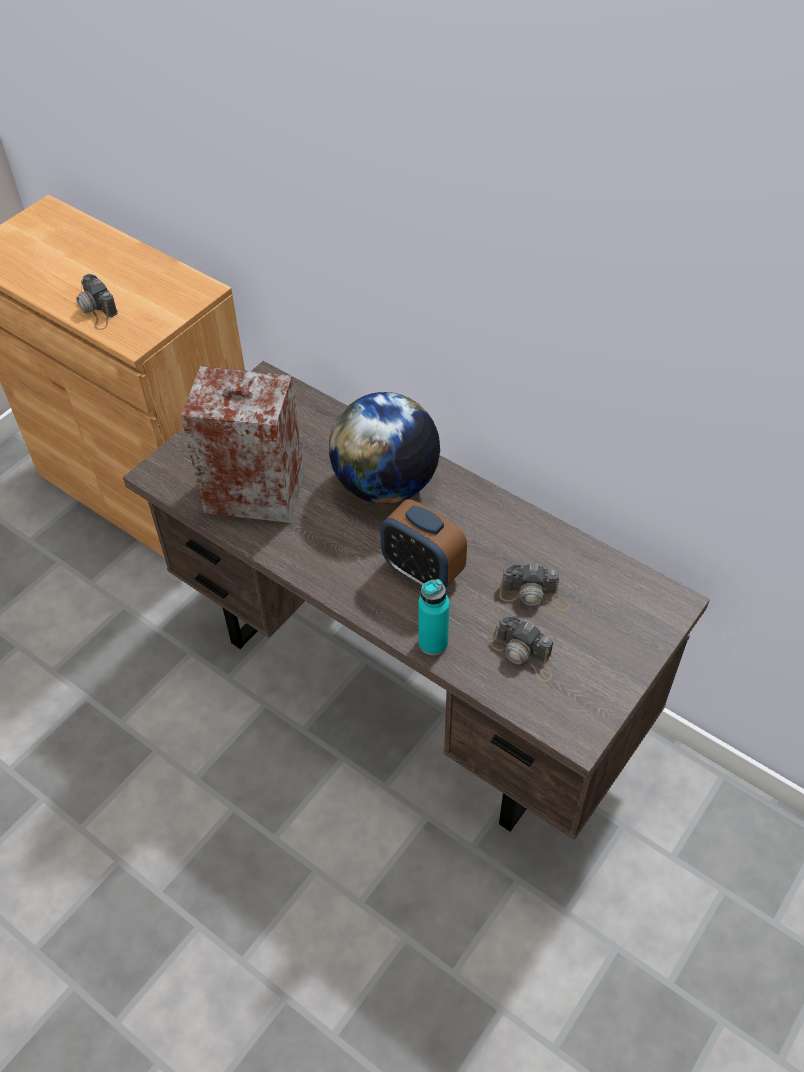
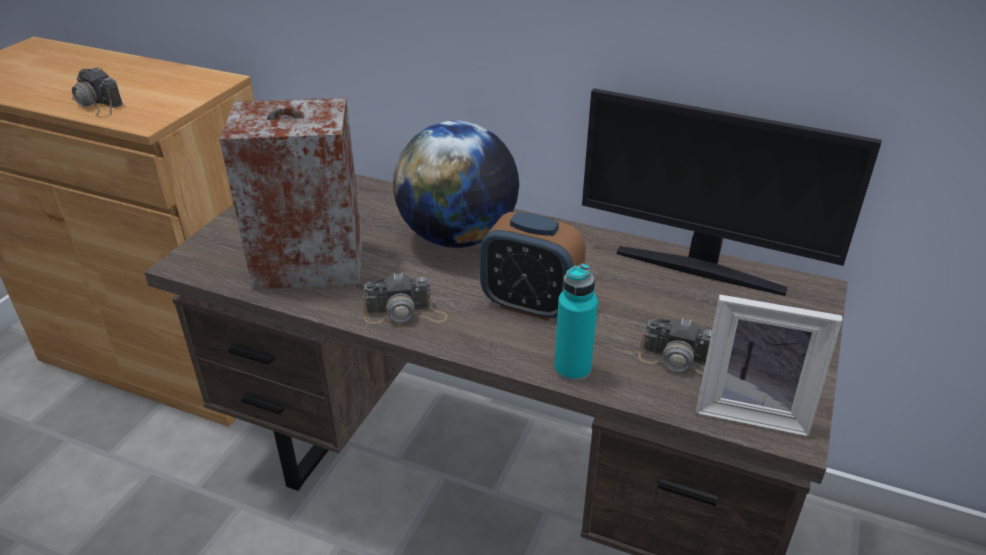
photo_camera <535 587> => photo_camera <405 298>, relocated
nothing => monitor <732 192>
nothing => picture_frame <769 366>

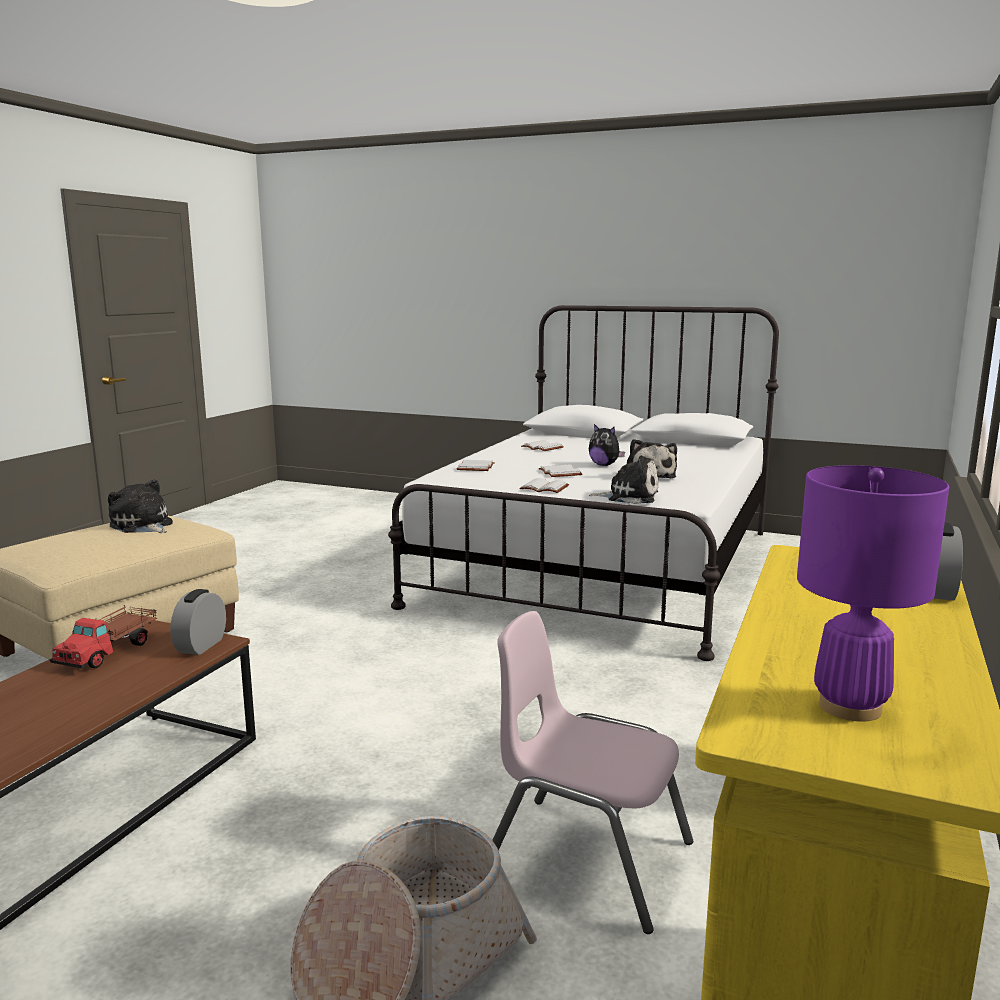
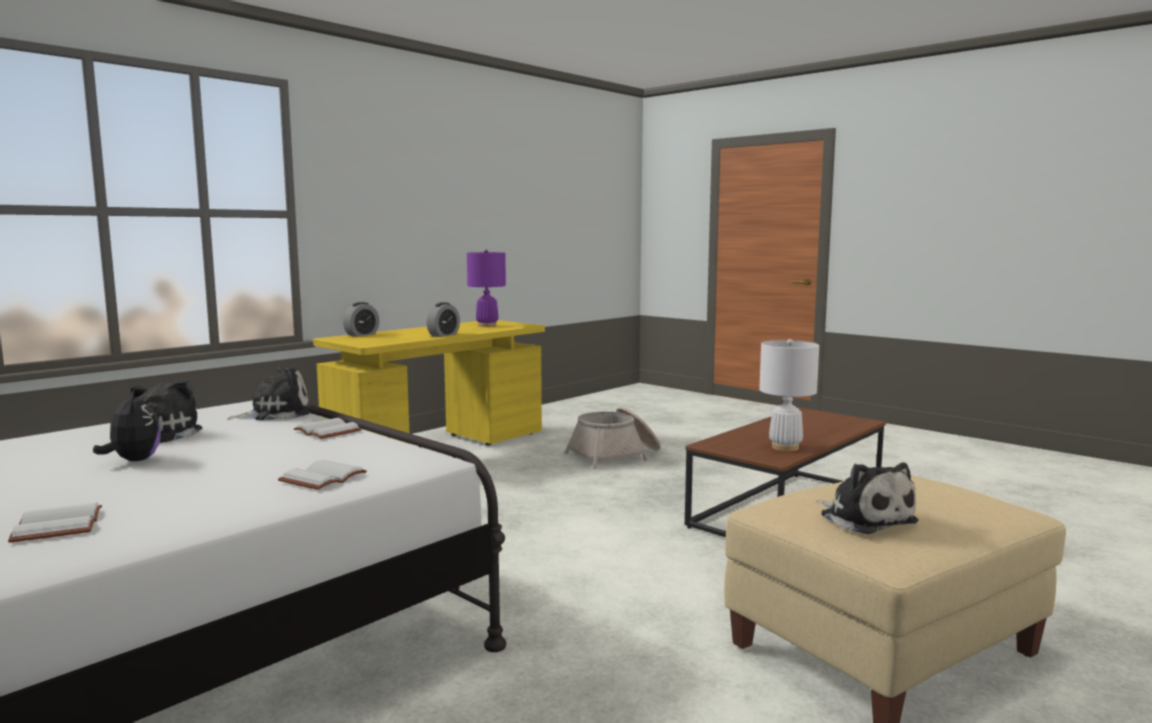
toy_truck <103 636> => white_table_lamp <789 395>
alarm_clock <198 622> => alarm_clock <443 319>, relocated
pink_chair <593 772> => nothing
white_book <560 470> => nothing
plush_toy <624 479> => plush_toy <268 393>, 120 degrees clockwise

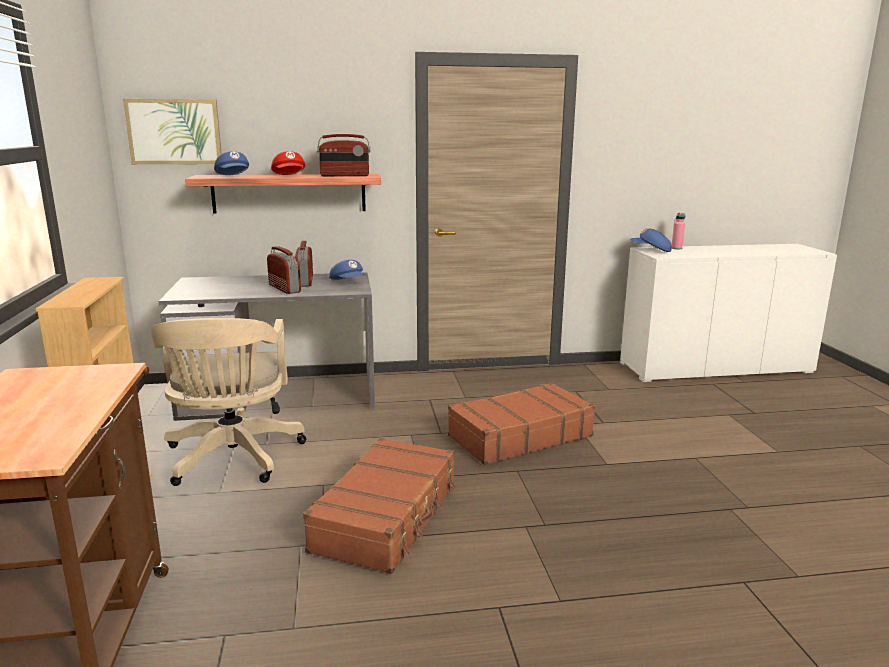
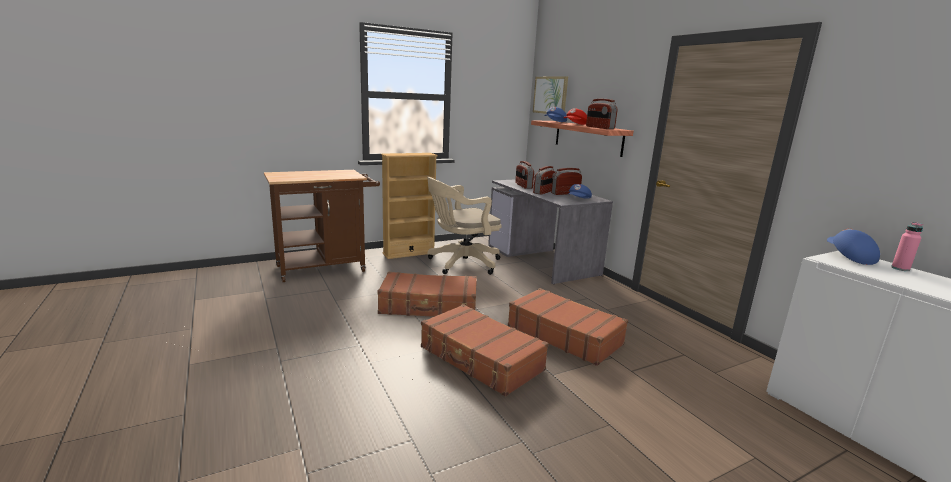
nothing => brown_suitcase <485 350>
nothing => radio <524 175>

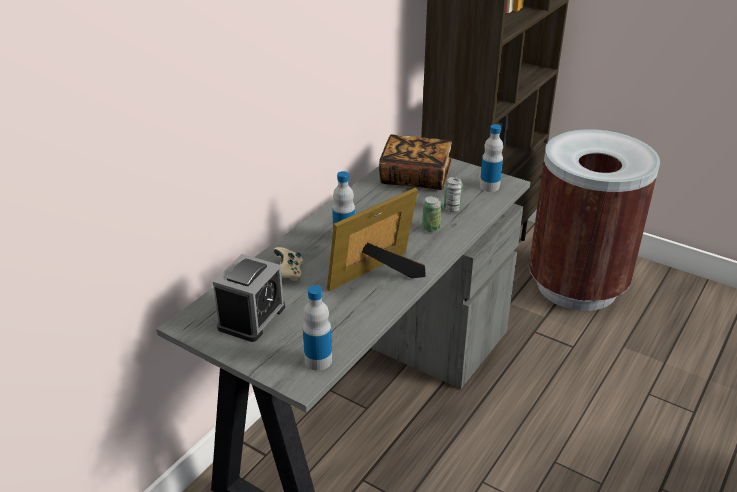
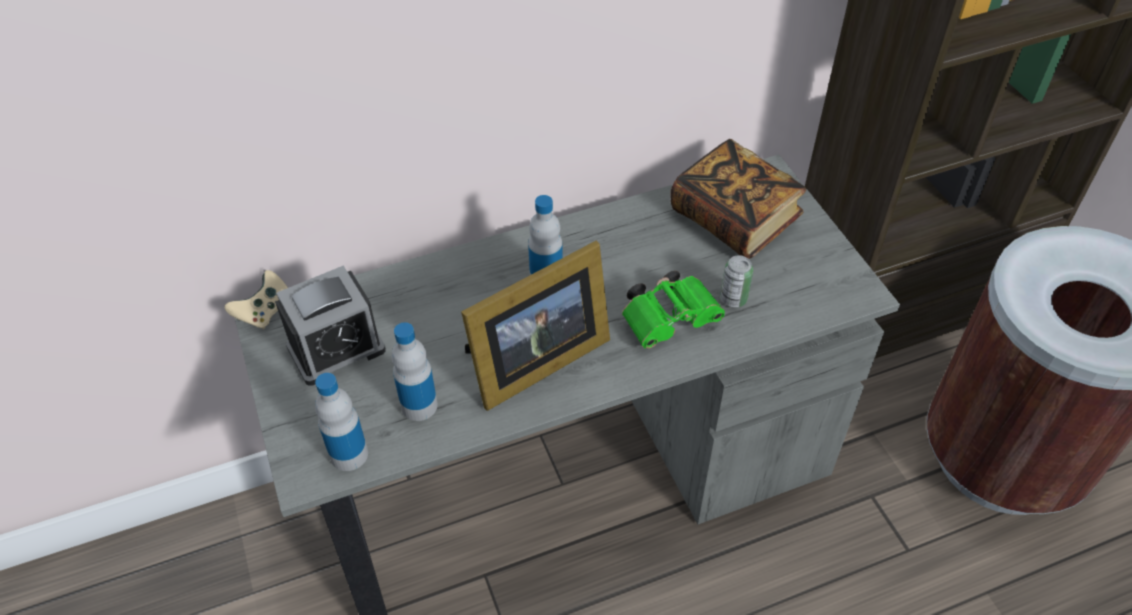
beige_game_controller <288 264> => beige_game_controller <256 299>, relocated
picture_frame <376 239> => picture_frame <535 326>, 150 degrees clockwise
can <432 214> => green_binoculars <673 310>
bottle <491 158> => bottle <415 371>, relocated

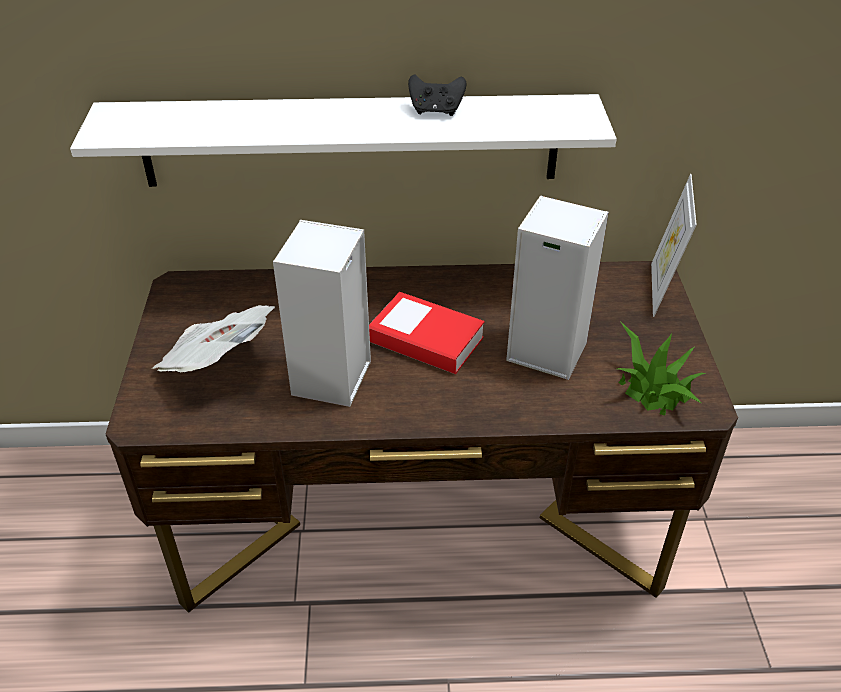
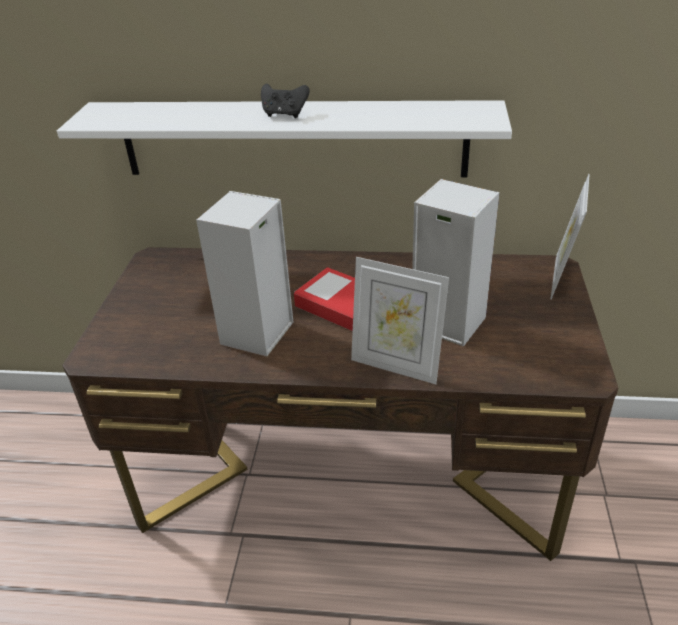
newspaper <213 339> => nothing
black_game_controller <437 95> => black_game_controller <285 100>, relocated
potted_plant <662 368> => nothing
nothing => picture_frame <400 320>

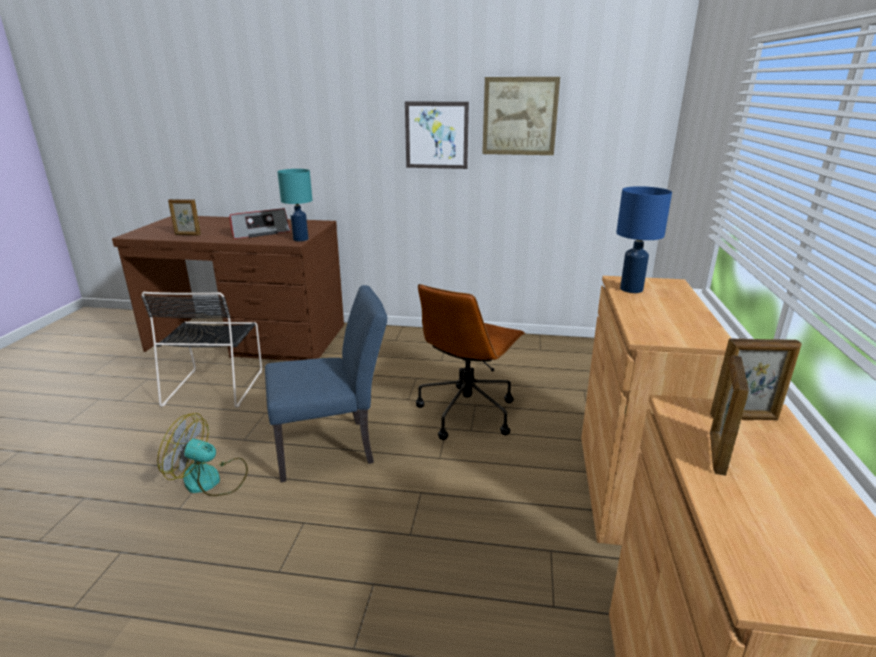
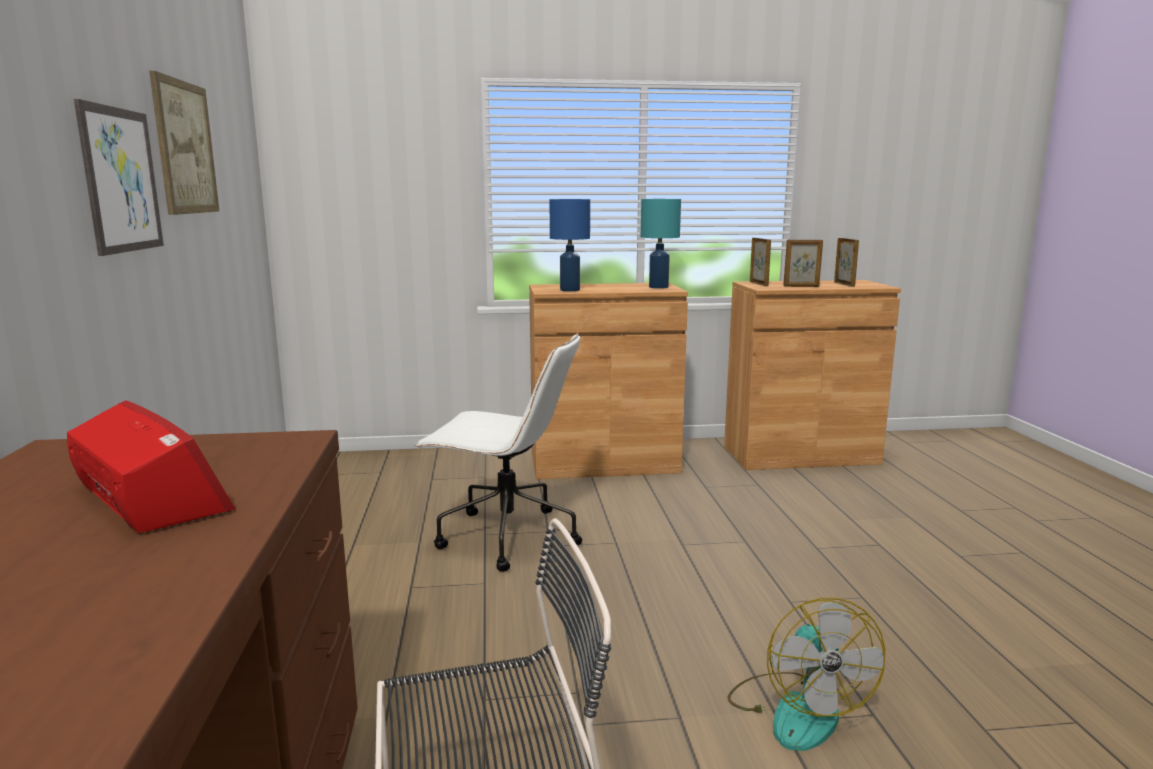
picture_frame <184 217> => picture_frame <846 262>, relocated
blue_chair <326 383> => nothing
turquoise_table_lamp <294 205> => turquoise_table_lamp <661 244>, relocated
brown_office_chair <470 362> => white_office_chair <498 452>

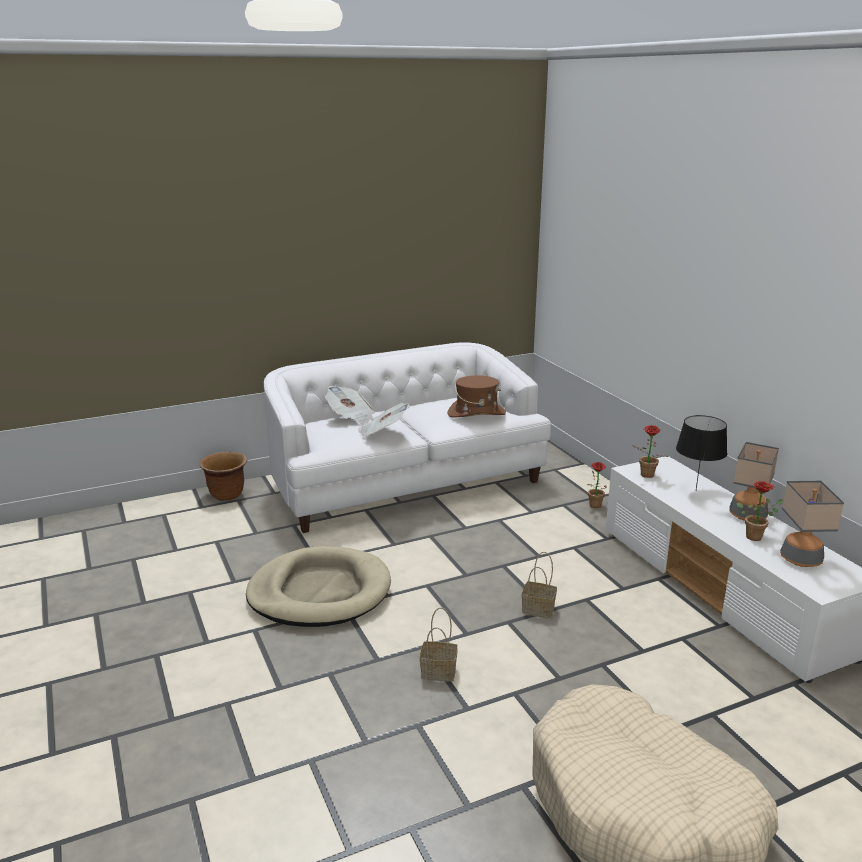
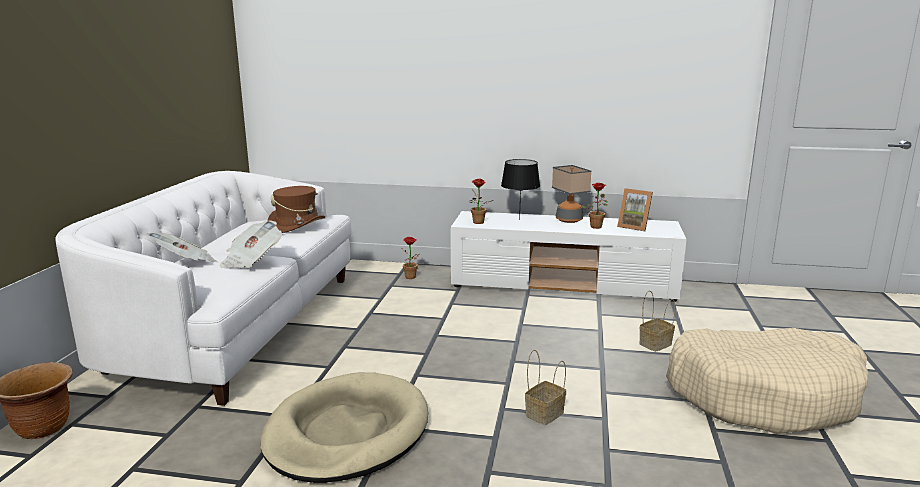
basket <539 585> => basket <657 321>, relocated
table_lamp <812 524> => picture_frame <635 209>

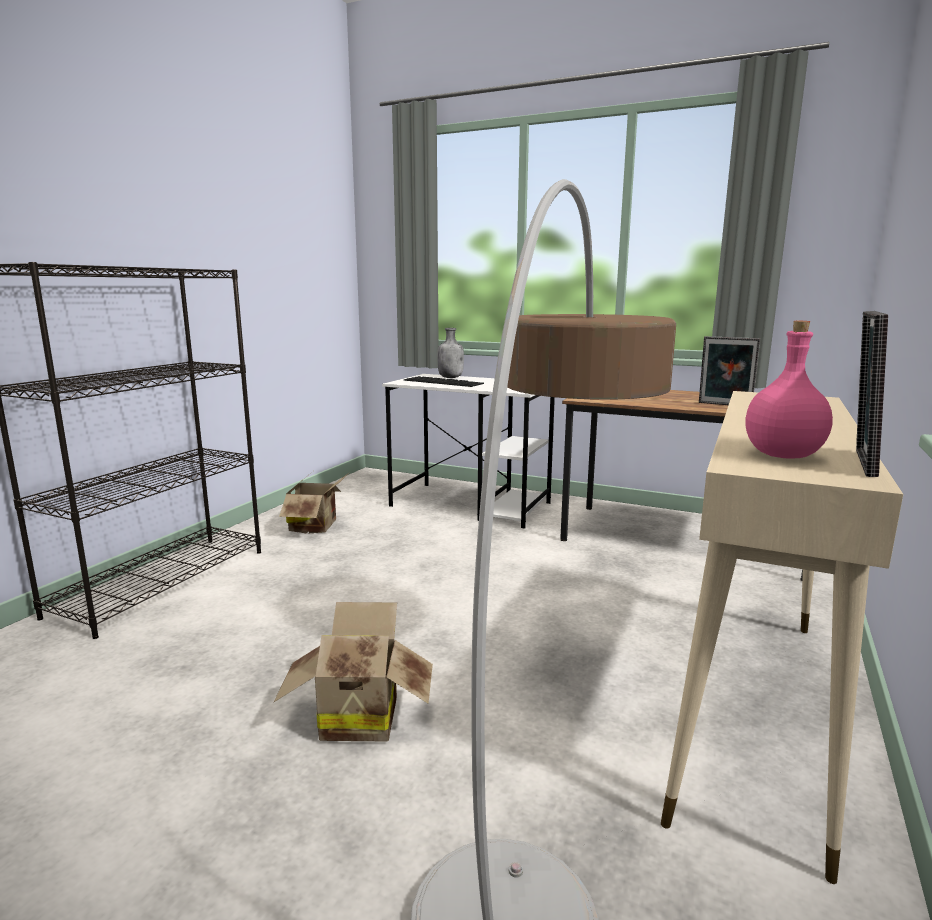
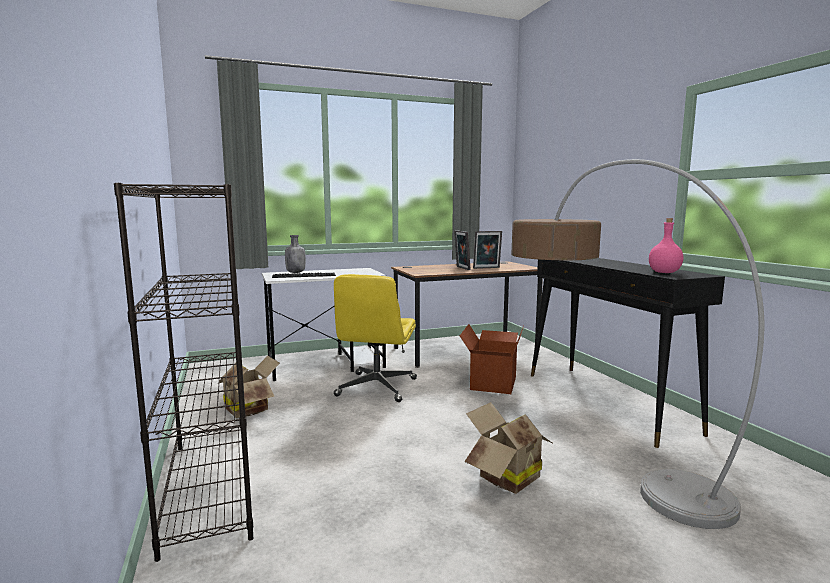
beige_console_table <782 637> => black_console_table <628 353>
picture_frame <872 394> => picture_frame <462 250>, relocated
nothing => yellow_office_chair <375 338>
nothing => cardboard_box <492 359>

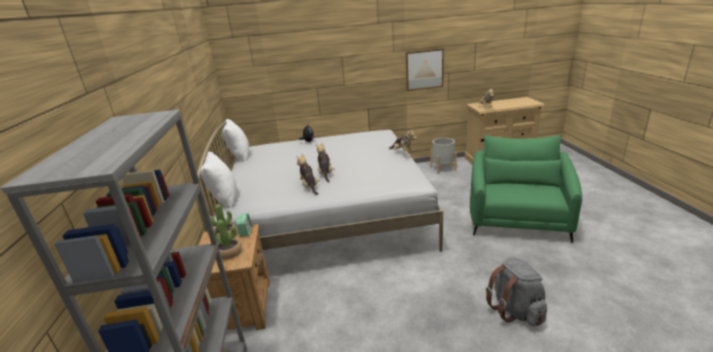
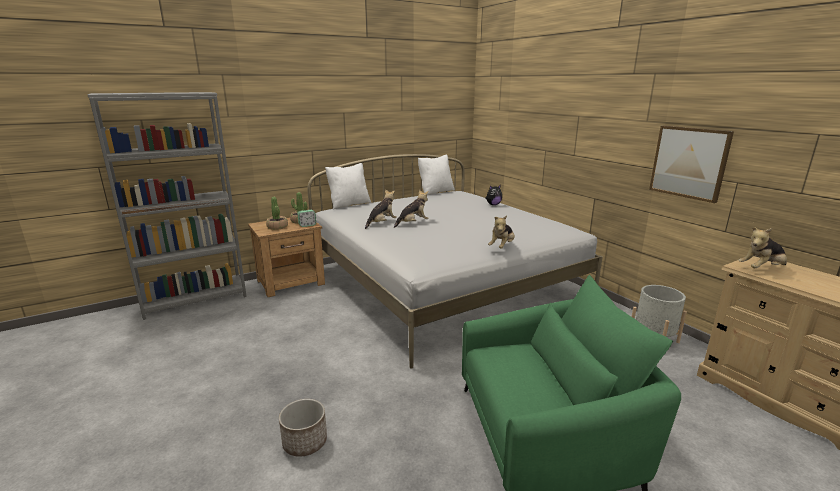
grey_backpack <516 291> => planter <303 428>

